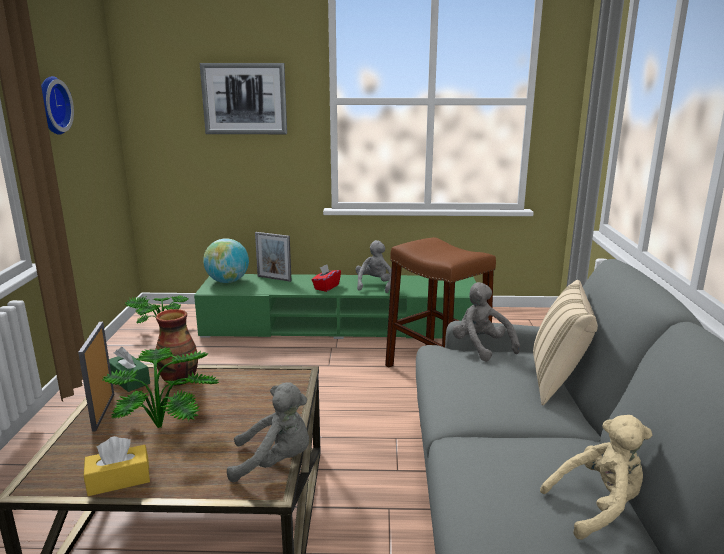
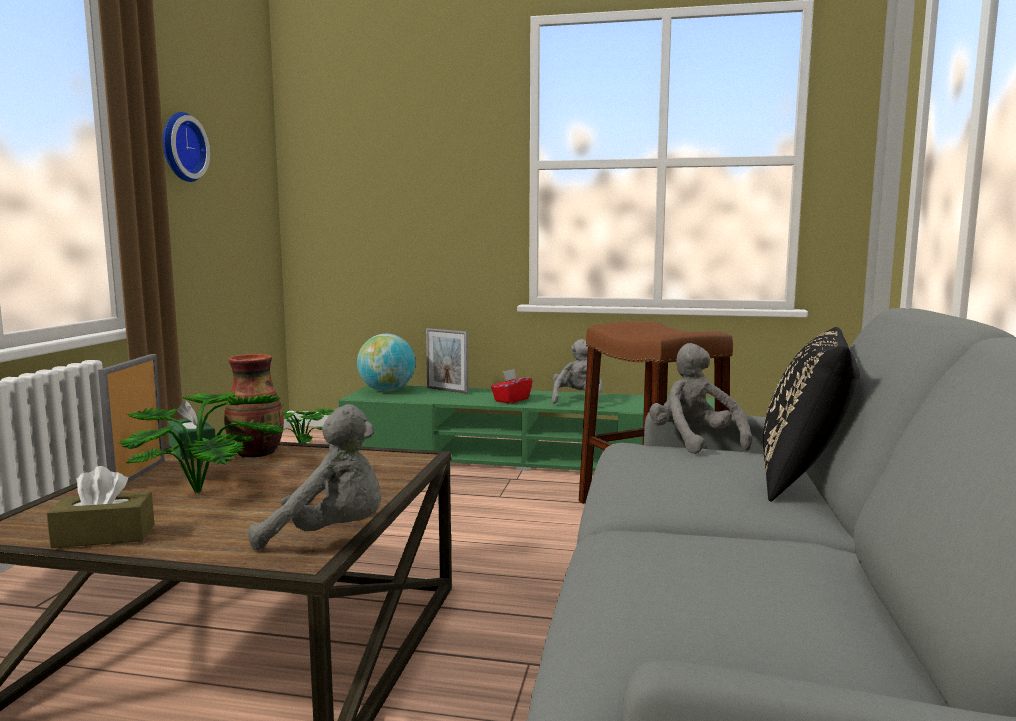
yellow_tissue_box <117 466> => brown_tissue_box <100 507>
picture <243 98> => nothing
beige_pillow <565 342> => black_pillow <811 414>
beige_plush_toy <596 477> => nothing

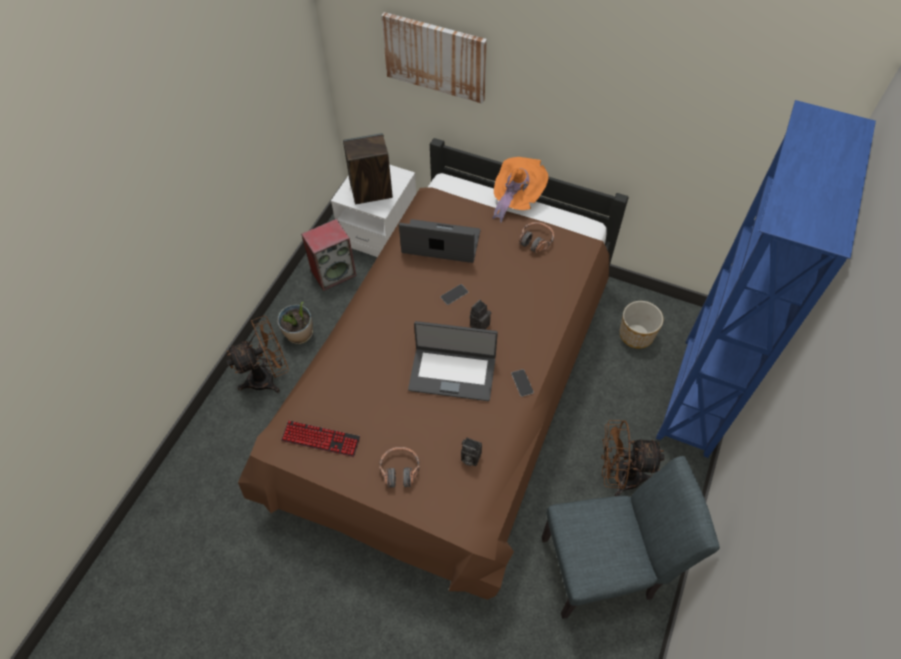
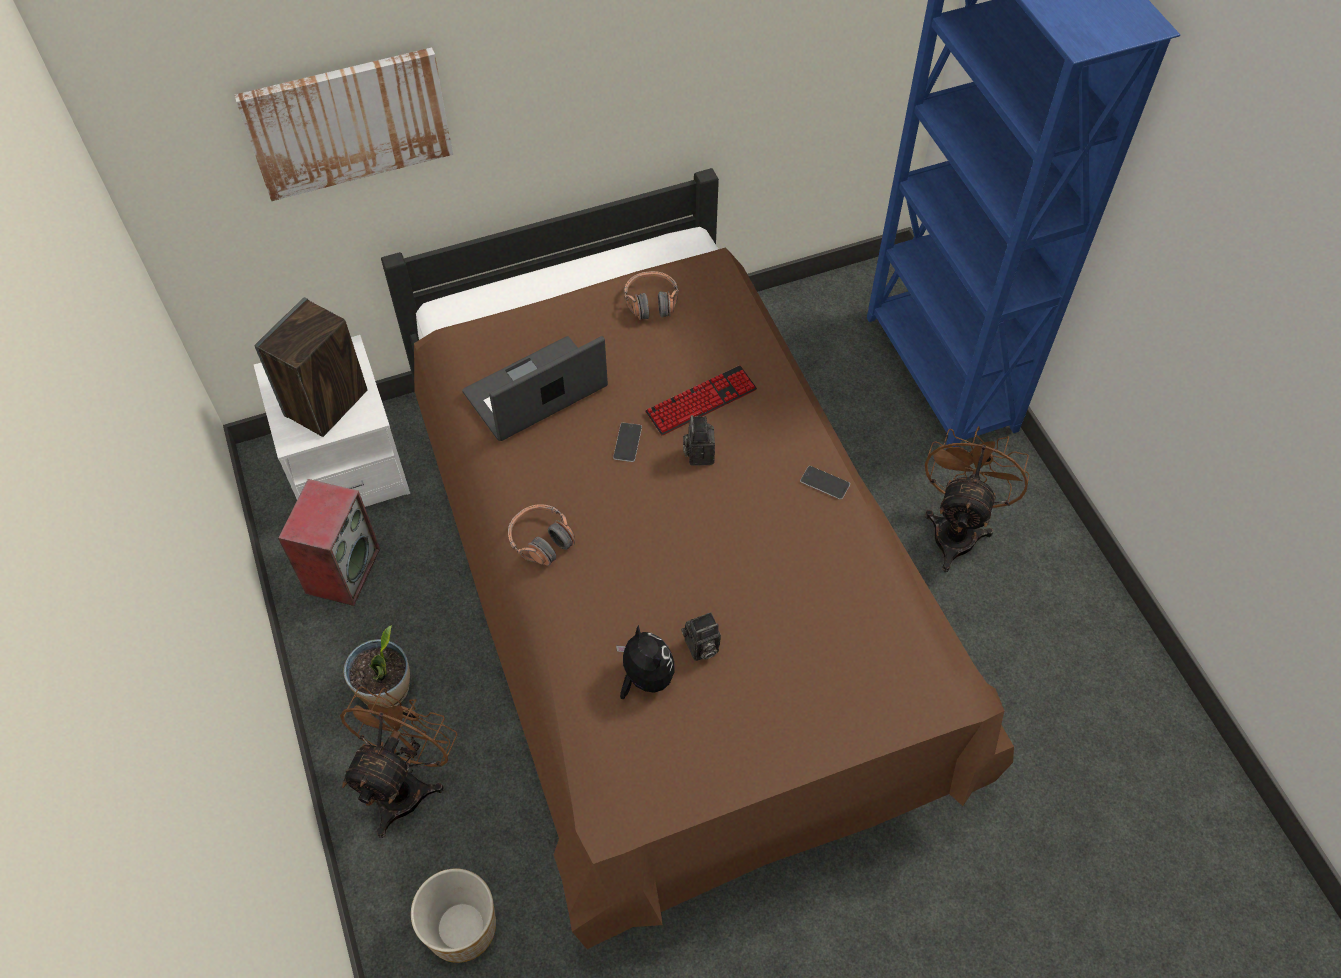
keyboard <320 438> => keyboard <701 400>, relocated
headphones <399 467> => headphones <541 535>, relocated
laptop <453 361> => nothing
photo_camera <471 451> => photo_camera <701 636>, relocated
orange_hat <520 190> => nothing
grey_chair <631 537> => nothing
brown_fan <633 458> => brown_fan <977 499>, 150 degrees clockwise
planter <641 325> => planter <453 915>, relocated
nothing => plush_toy <645 662>

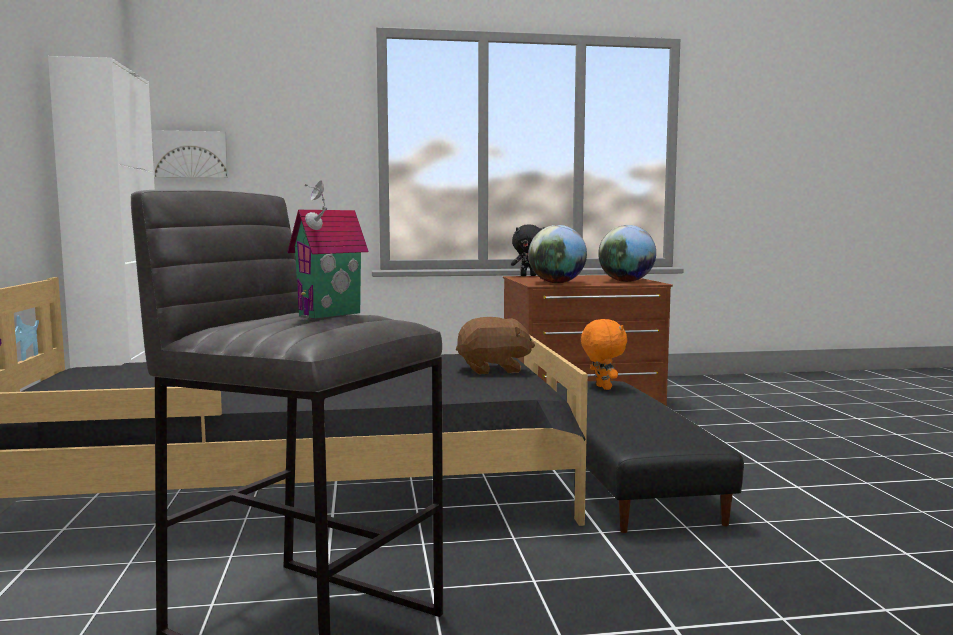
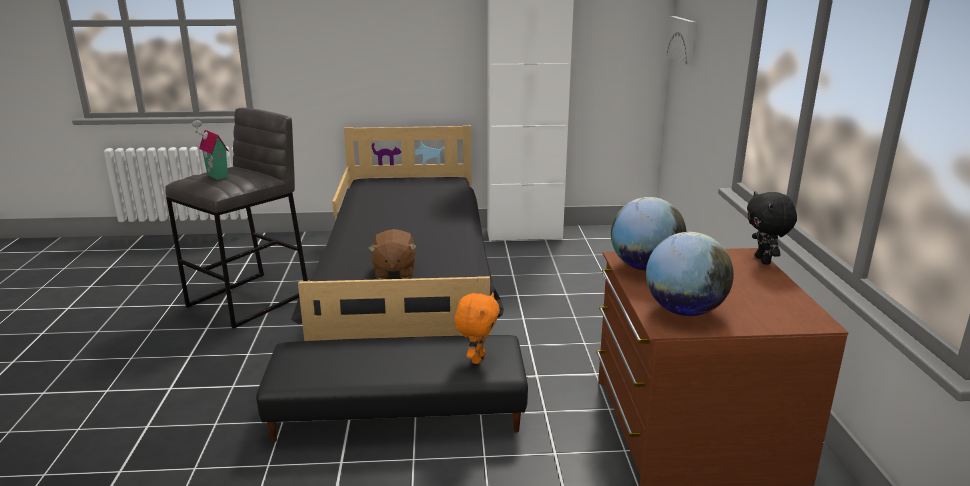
orange_plush_toy <604 354> => orange_plush_toy <477 328>, 60 degrees counterclockwise

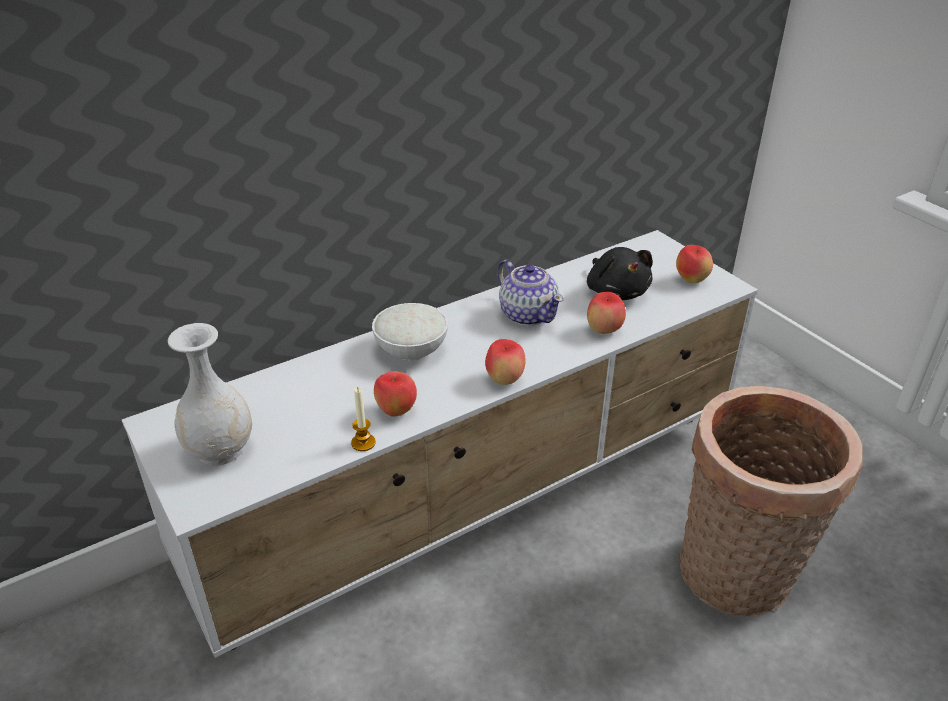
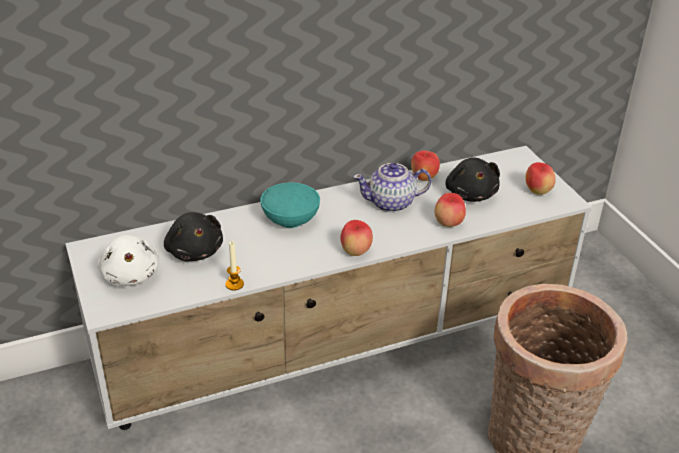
white_vase <210 394> => white_plush_toy <128 260>
white_bowl <410 332> => turquoise_bowl <290 205>
apple <395 394> => apple <425 165>, relocated
teapot <530 292> => teapot <392 187>, 105 degrees clockwise
nothing => black_plush_toy <193 236>

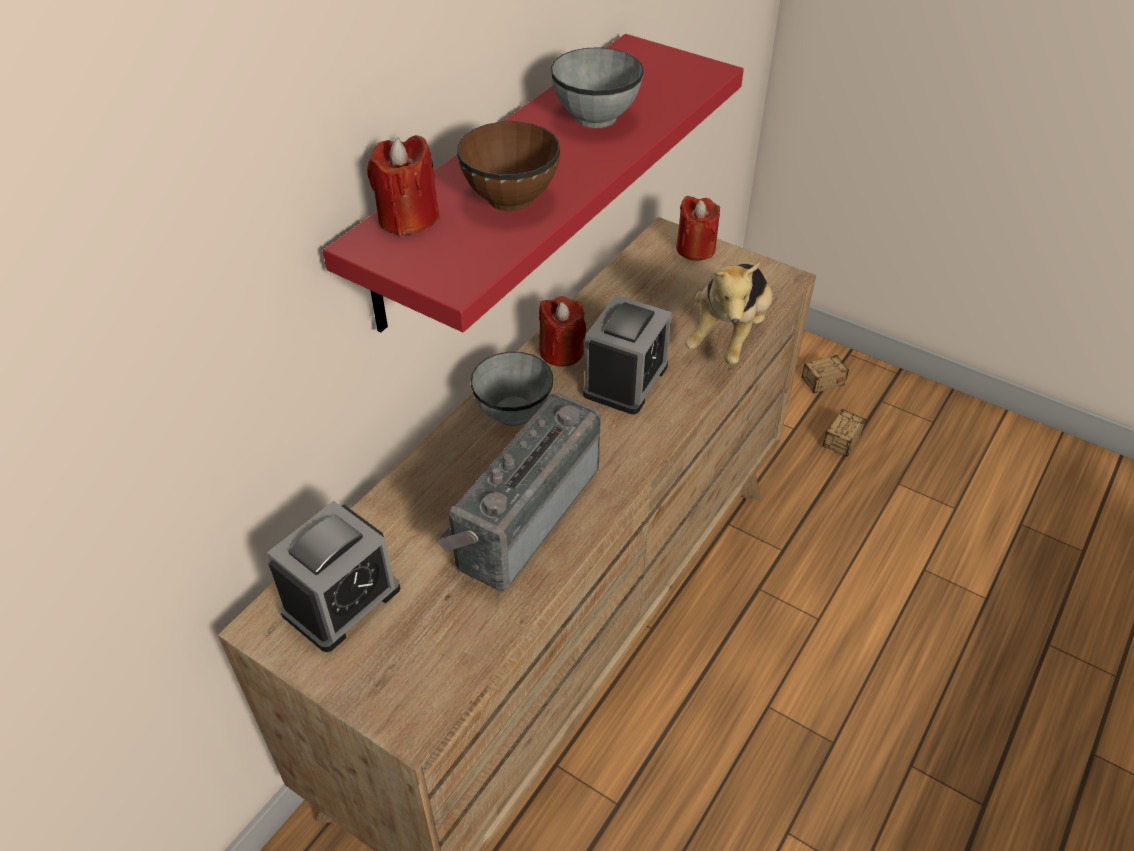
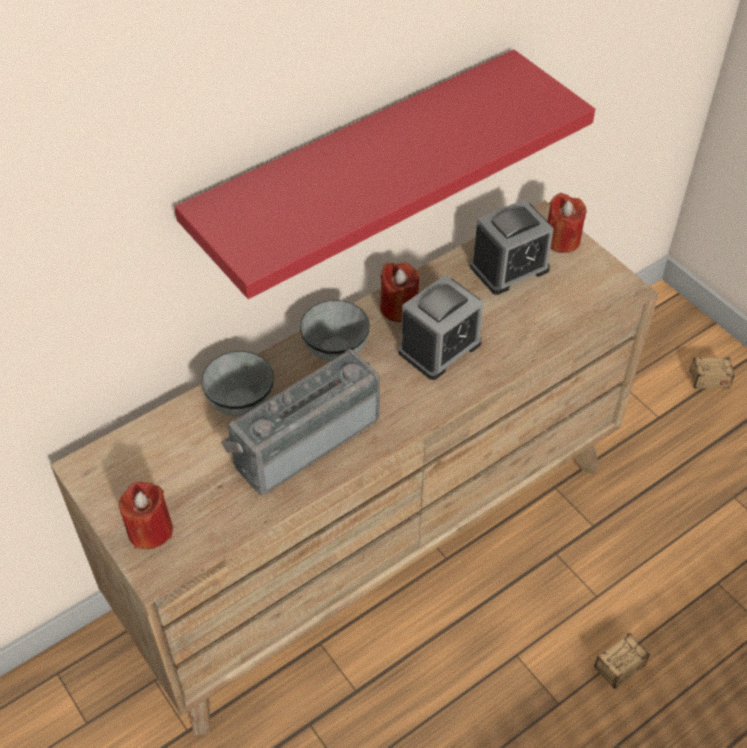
alarm_clock <333 576> => alarm_clock <512 247>, relocated
red_candle <403 185> => red_candle <146 515>, relocated
brown_bowl <508 166> => nothing
grey_bowl <597 87> => grey_bowl <237 384>, relocated
plush_toy <728 313> => nothing
storage_box <844 433> => storage_box <613 661>, relocated

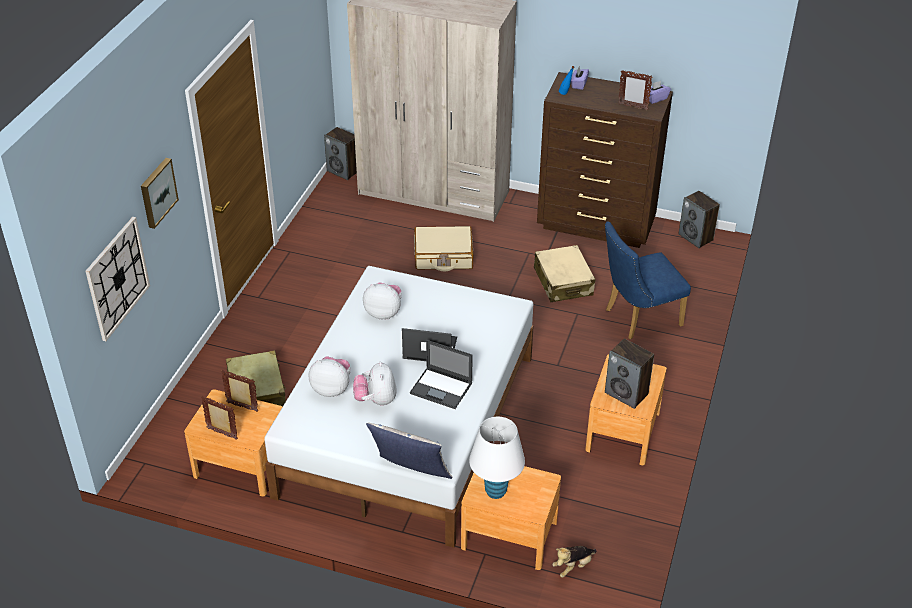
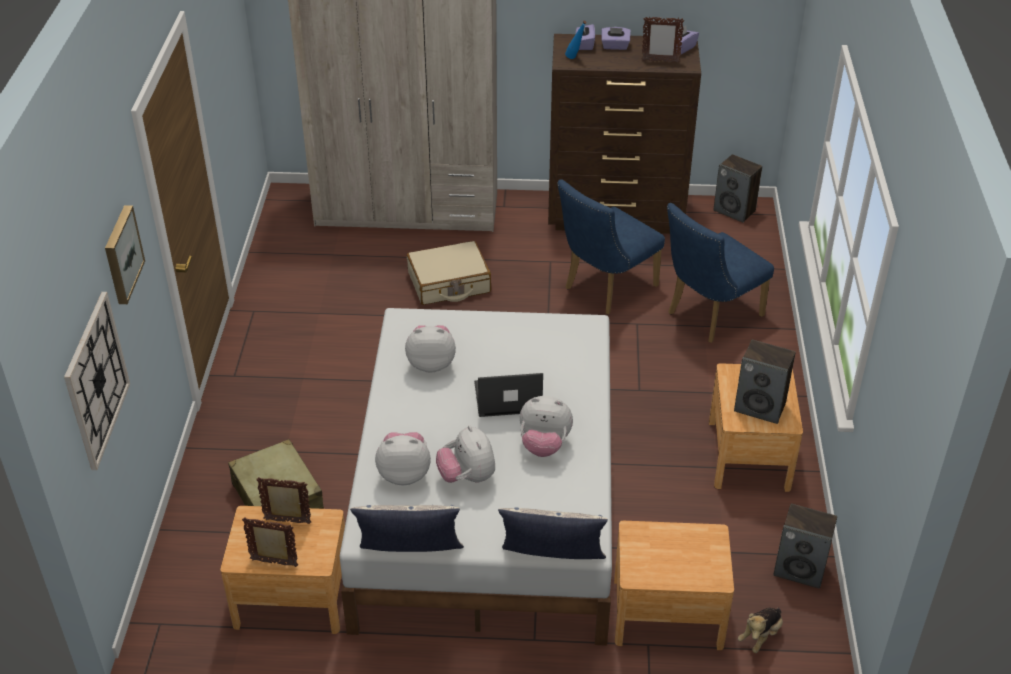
speaker <340 153> => speaker <805 546>, relocated
laptop <441 374> => plush_toy <546 426>
white_table_lamp <497 458> => nothing
beige_suitcase <564 273> => blue_chair <611 246>
nothing => pillow <407 528>
nothing => purple_tissue_box <616 38>

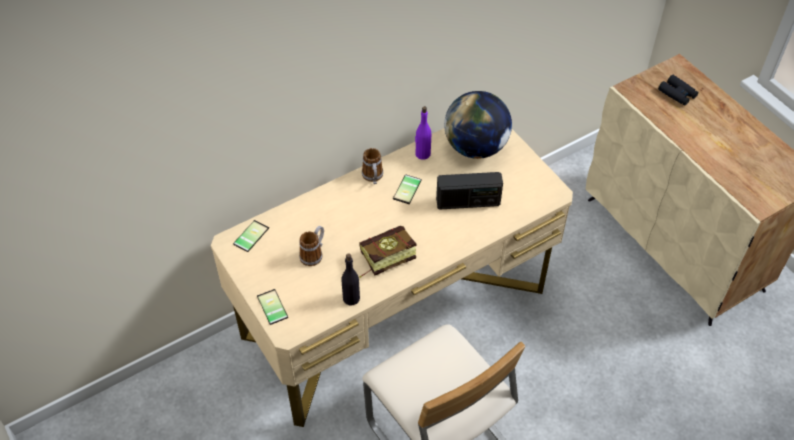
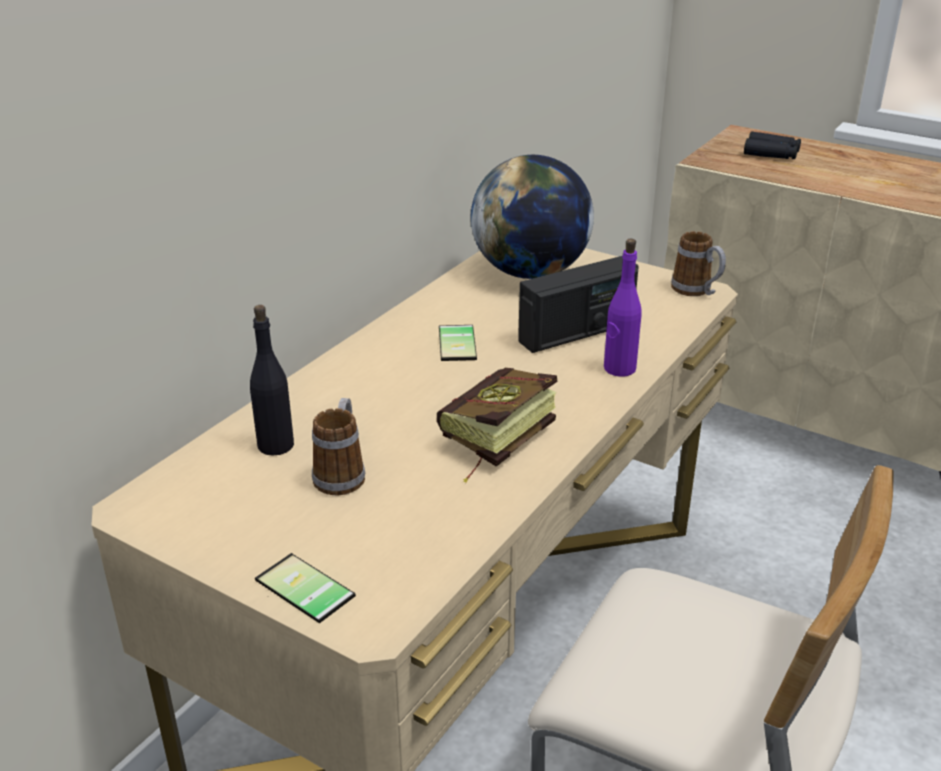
phone <251 236> => nothing
black_bottle <350 279> => black_bottle <272 380>, relocated
mug <372 166> => mug <698 263>, relocated
purple_bottle <423 133> => purple_bottle <623 308>, relocated

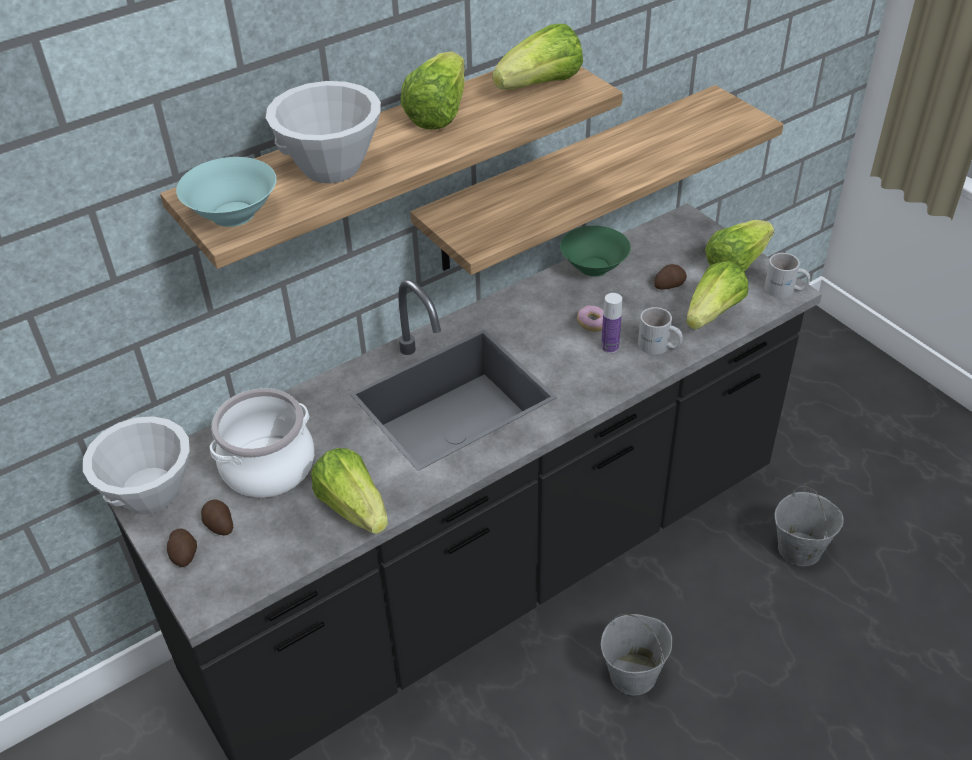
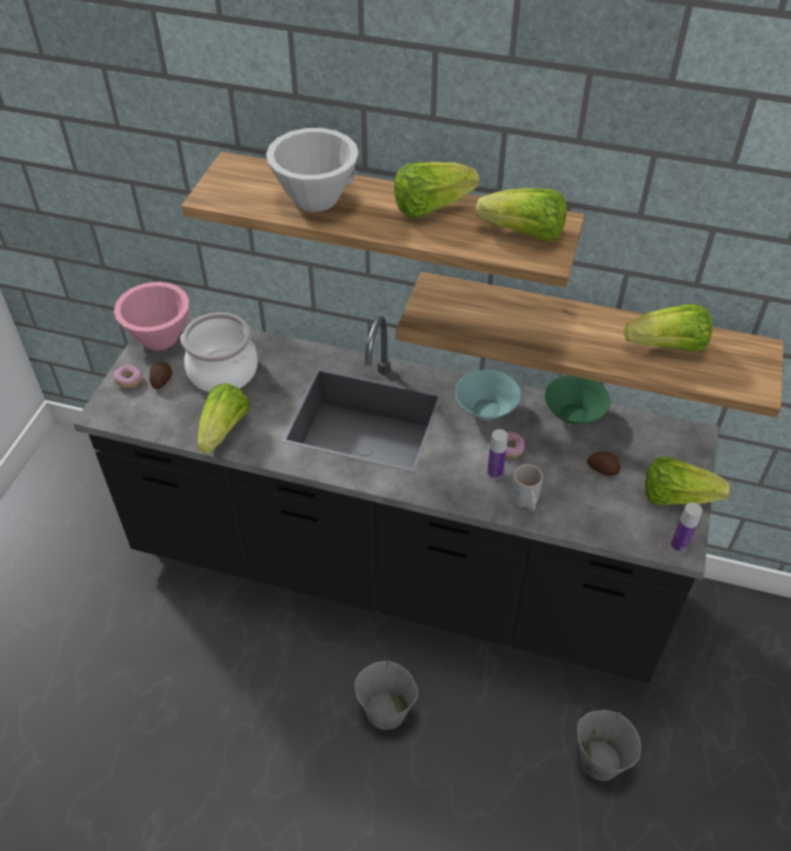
white_bowl <136 465> => pink_bowl <152 316>
potato <182 548> => donut <128 376>
turquoise_bowl <226 192> => turquoise_bowl <488 395>, relocated
lettuce <717 295> => lettuce <668 328>, relocated
white_mug <787 275> => bottle <686 527>

